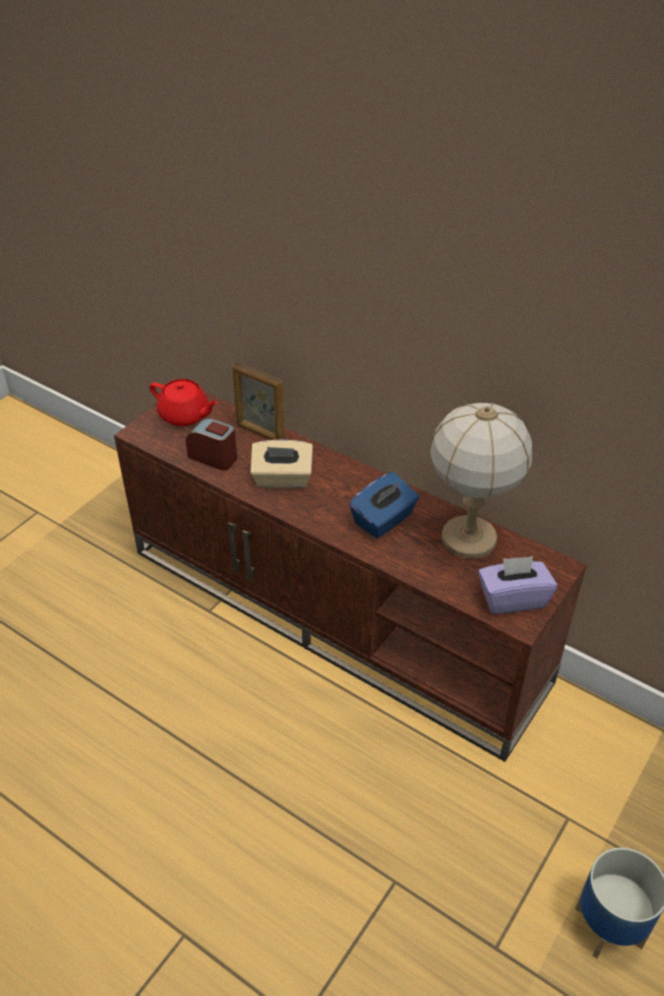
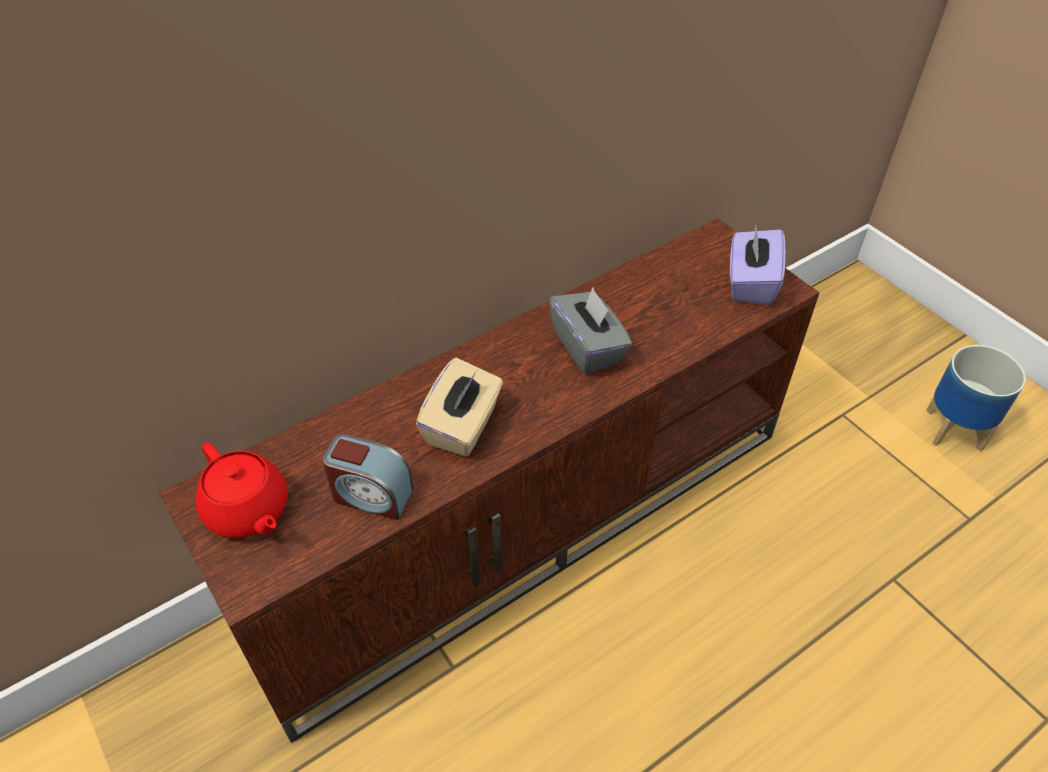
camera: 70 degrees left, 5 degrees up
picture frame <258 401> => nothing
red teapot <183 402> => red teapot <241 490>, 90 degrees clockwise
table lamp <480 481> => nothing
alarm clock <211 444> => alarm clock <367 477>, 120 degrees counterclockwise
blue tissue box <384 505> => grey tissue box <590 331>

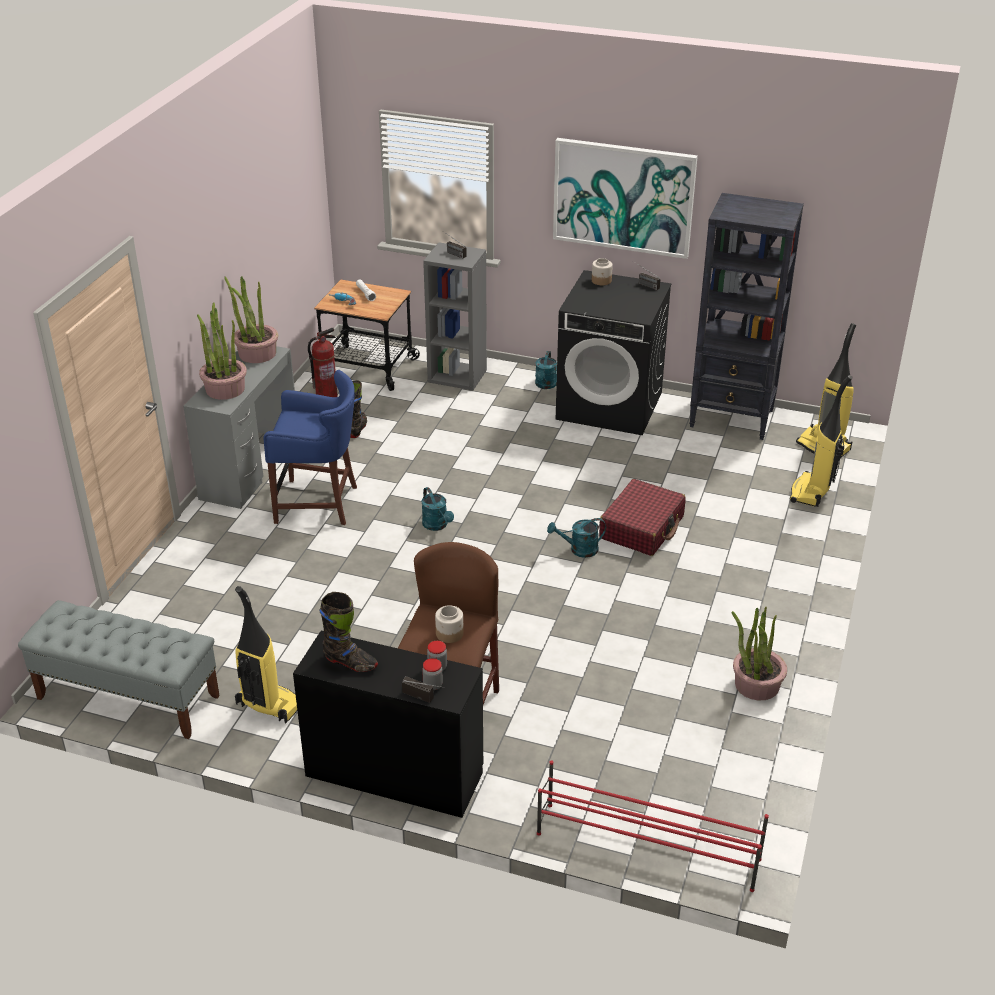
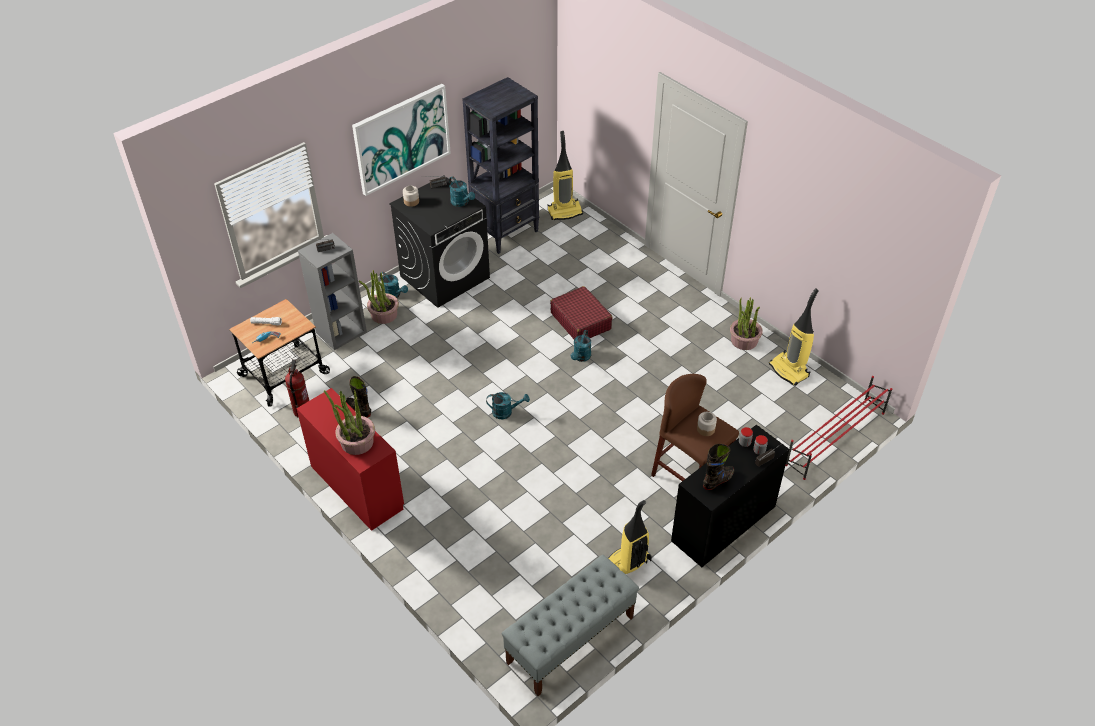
camera: 60 degrees left, 10 degrees up
potted plant <251 319> => potted plant <379 297>, move
grey desk <239 427> => red desk <350 459>
blue stool <310 447> => nothing
vacuum cleaner <821 441> => vacuum cleaner <794 337>, move
nothing => turquoise watering can <462 191>

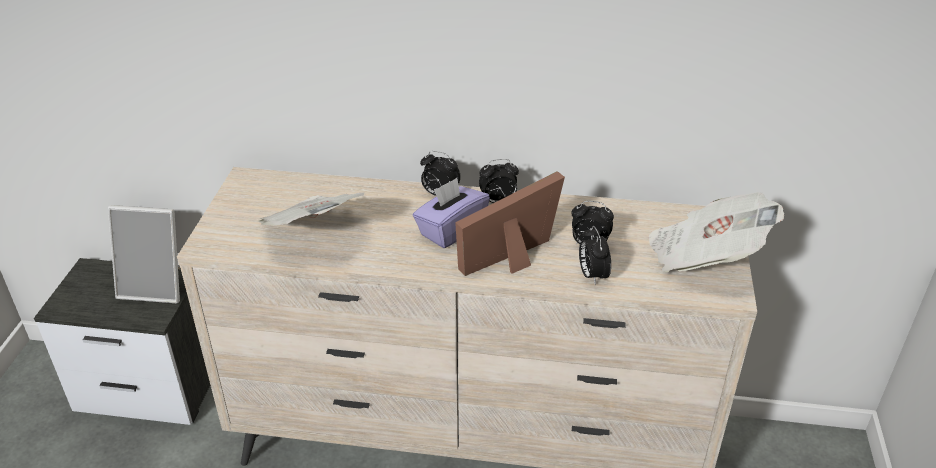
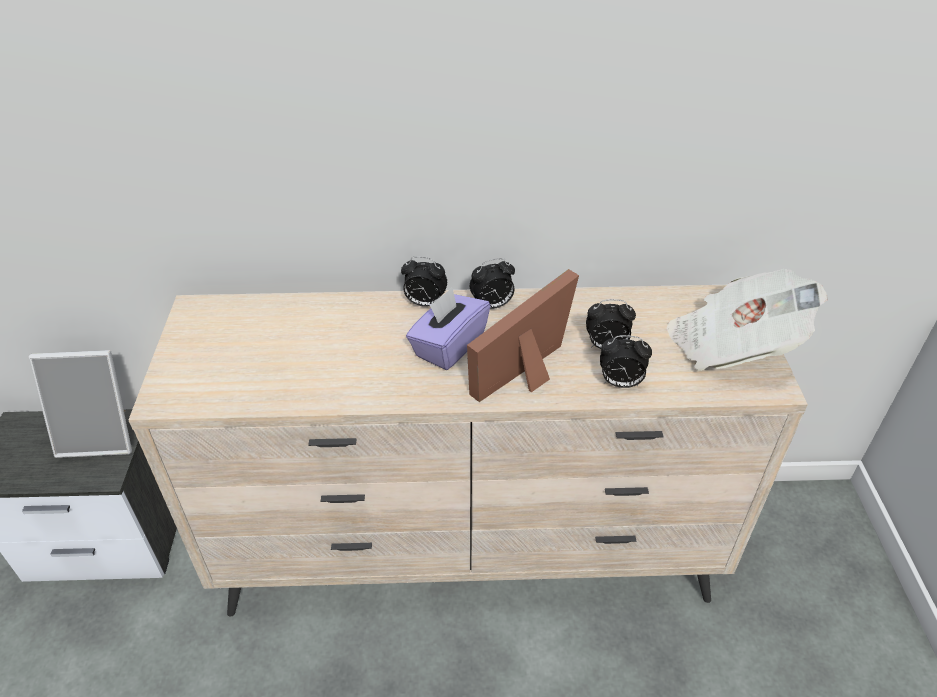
camera: 10 degrees left, 5 degrees up
newspaper <311 209> => nothing
alarm clock <595 256> => alarm clock <626 361>, 60 degrees counterclockwise

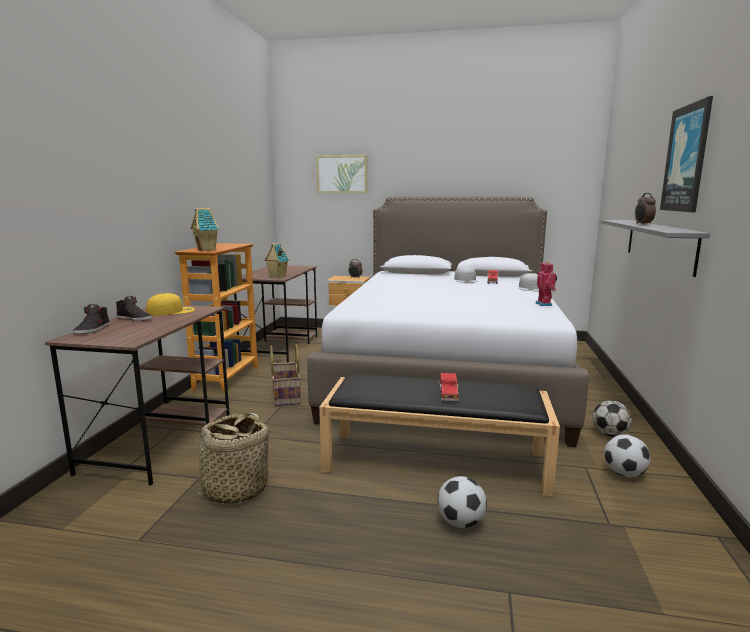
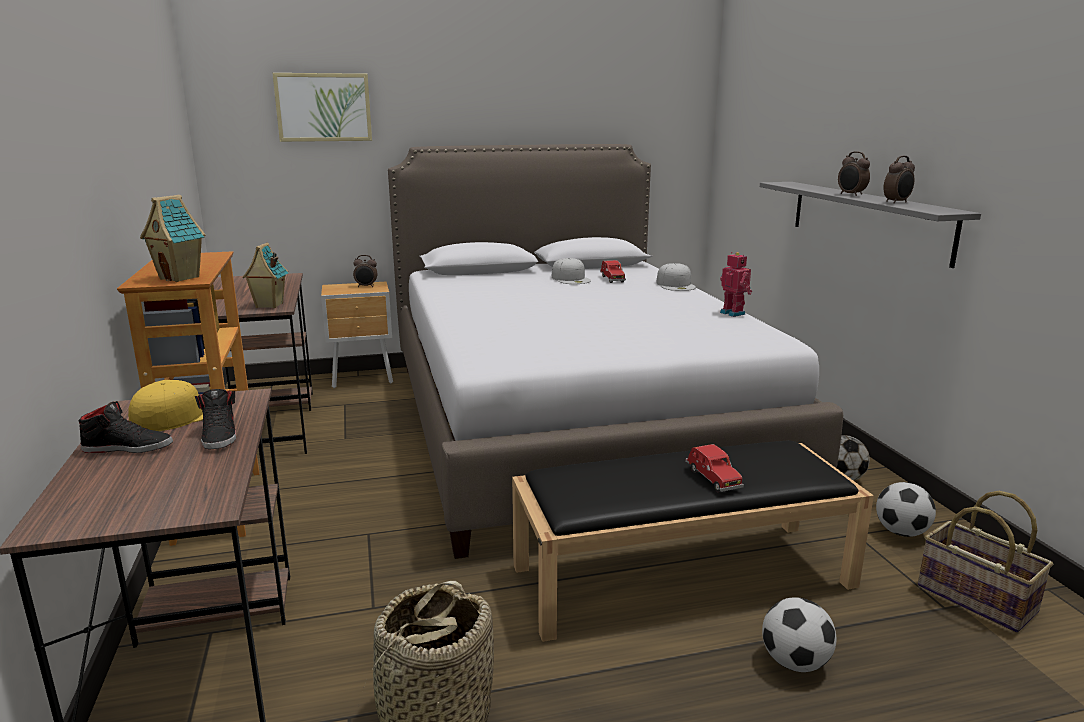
camera: 25 degrees left, 5 degrees up
picture <686 154> => nothing
black shoe <91 319> => black shoe <215 419>, move
basket <285 375> => basket <985 562>, move
nothing => alarm clock <899 180>

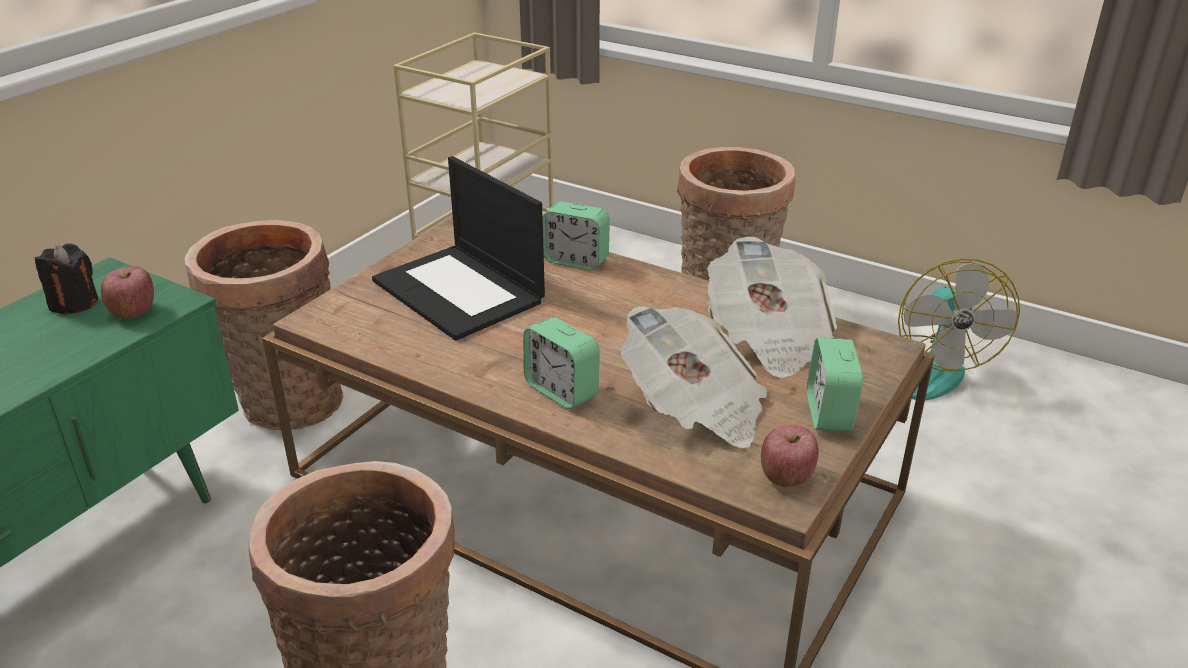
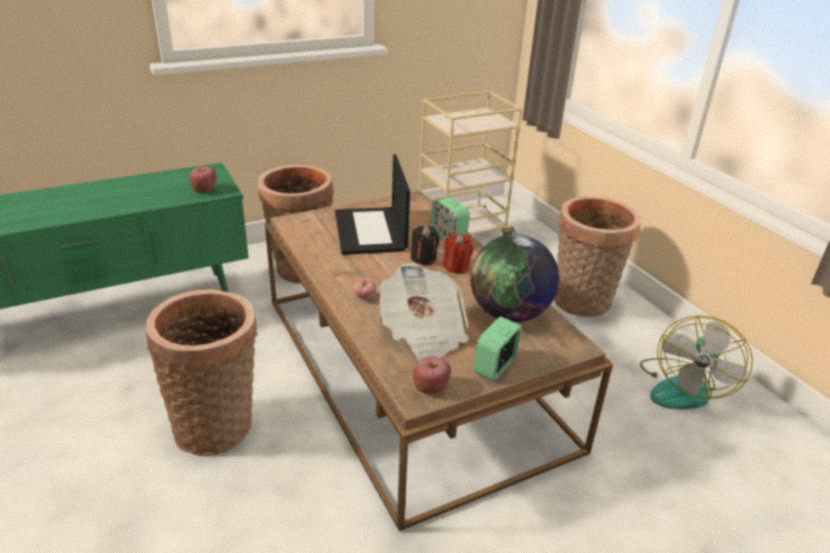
camera: 30 degrees right, 0 degrees up
newspaper <772 307> => globe <514 278>
black candle <66 278> => black candle <425 245>, move
alarm clock <561 363> => apple <365 288>
nothing => red candle <458 253>

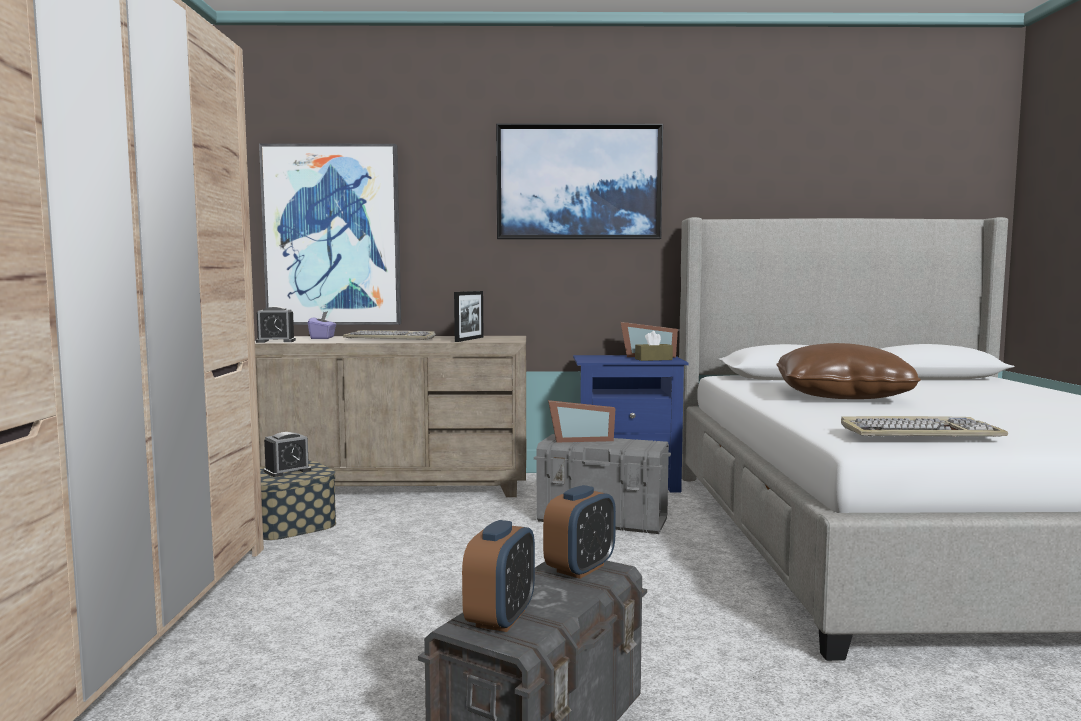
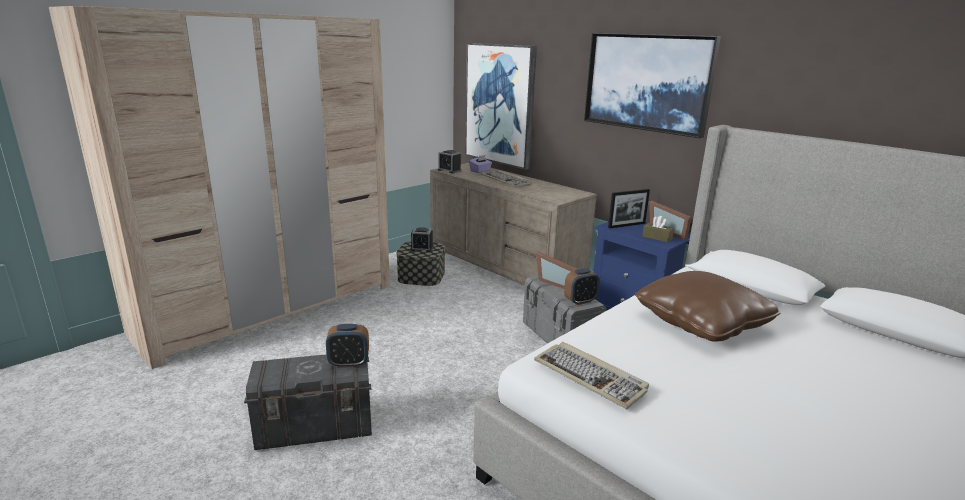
camera: 45 degrees right, 15 degrees up
picture frame <469 316> => picture frame <629 208>, move
alarm clock <498 576> => alarm clock <582 287>, move

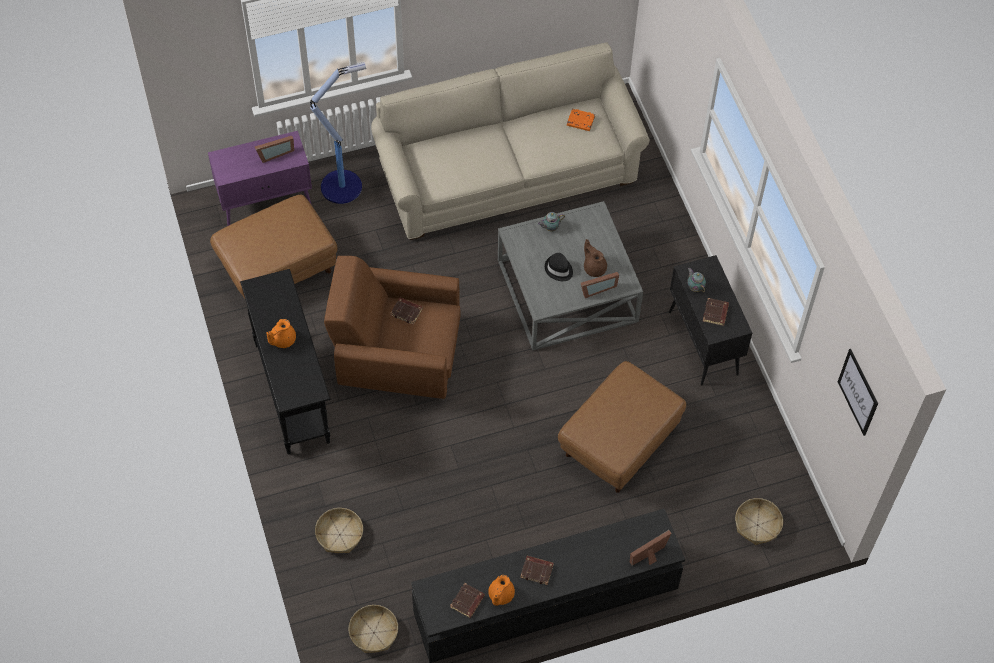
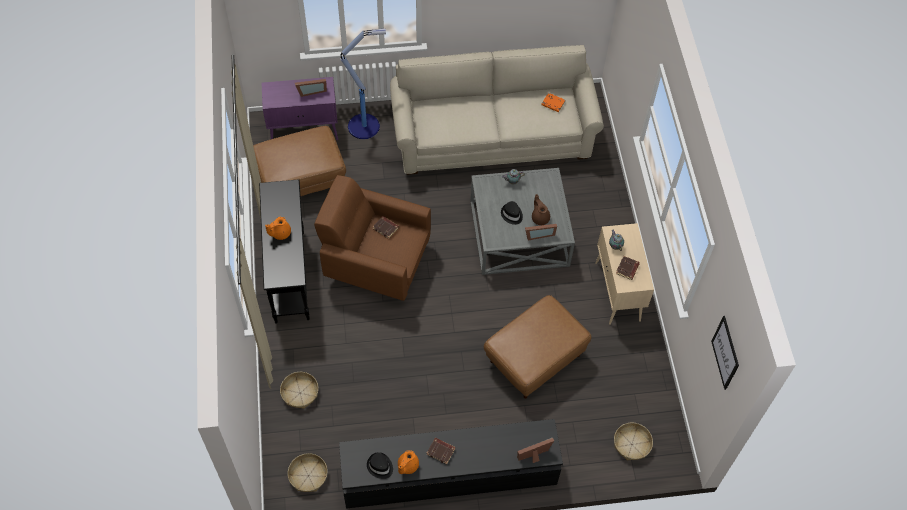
camera: 10 degrees right, 0 degrees up
black cabinet <710 320> => beige cabinet <624 274>
brown book <467 600> => black hat <380 465>

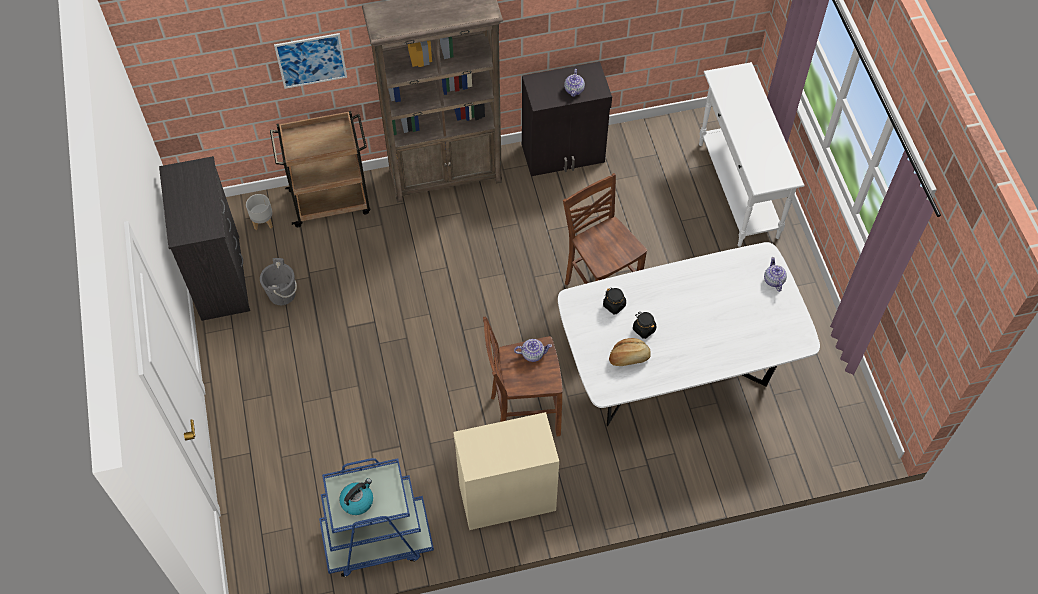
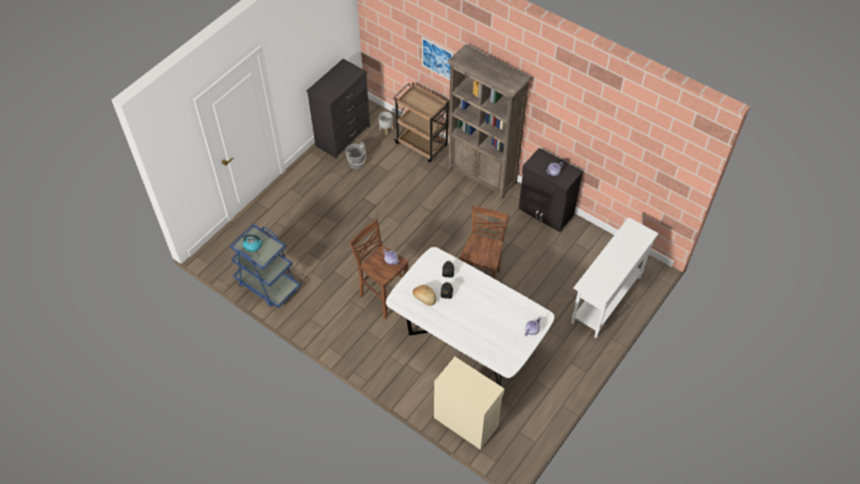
camera: 50 degrees right, 5 degrees down
beige cabinet <506 471> => beige cabinet <469 403>, move

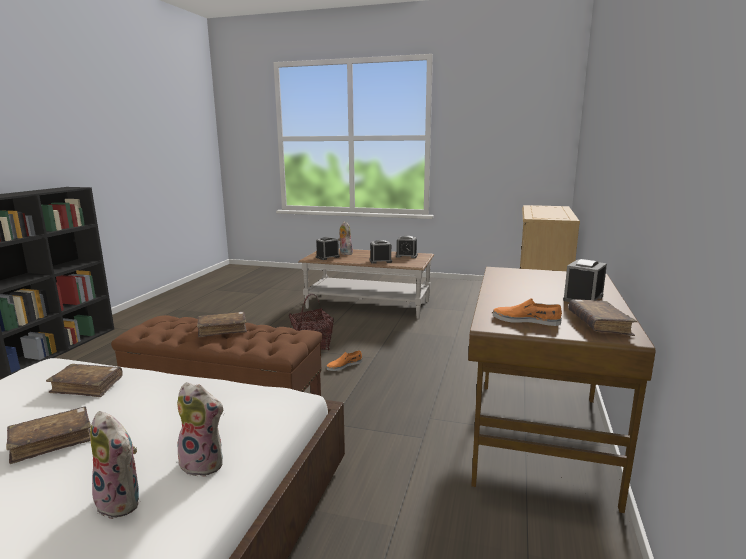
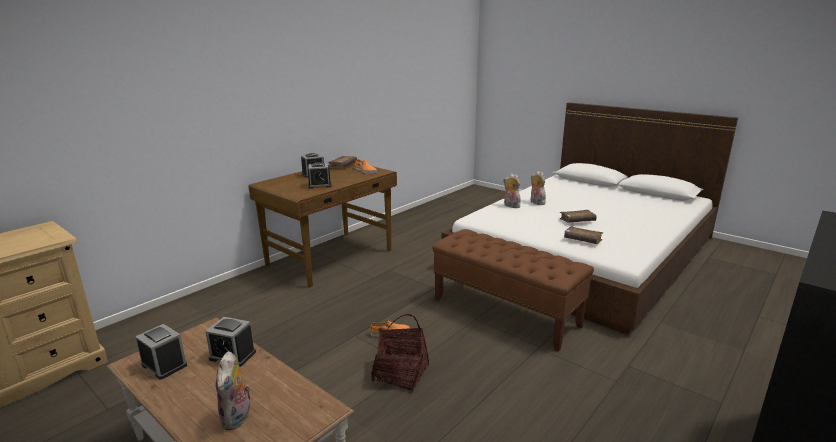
camera: 155 degrees left, 5 degrees up
alarm clock <328 248> => alarm clock <320 175>, move
brown book <222 324> => nothing

